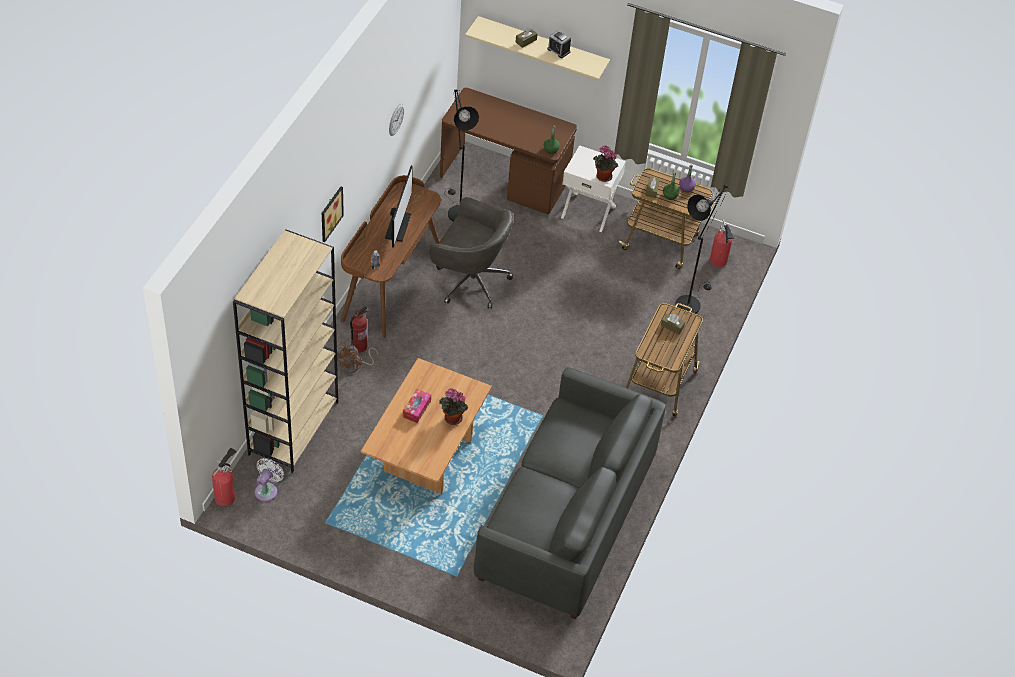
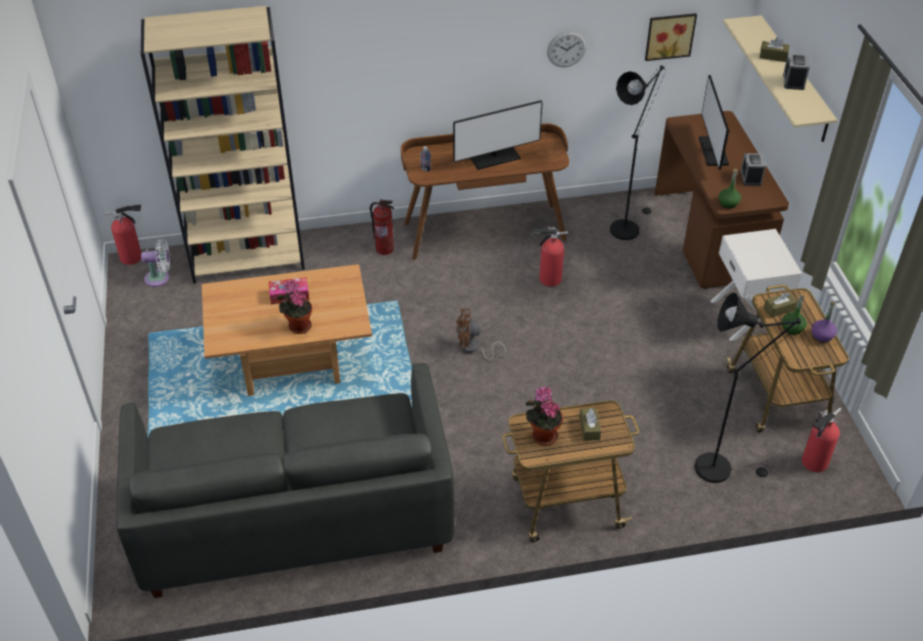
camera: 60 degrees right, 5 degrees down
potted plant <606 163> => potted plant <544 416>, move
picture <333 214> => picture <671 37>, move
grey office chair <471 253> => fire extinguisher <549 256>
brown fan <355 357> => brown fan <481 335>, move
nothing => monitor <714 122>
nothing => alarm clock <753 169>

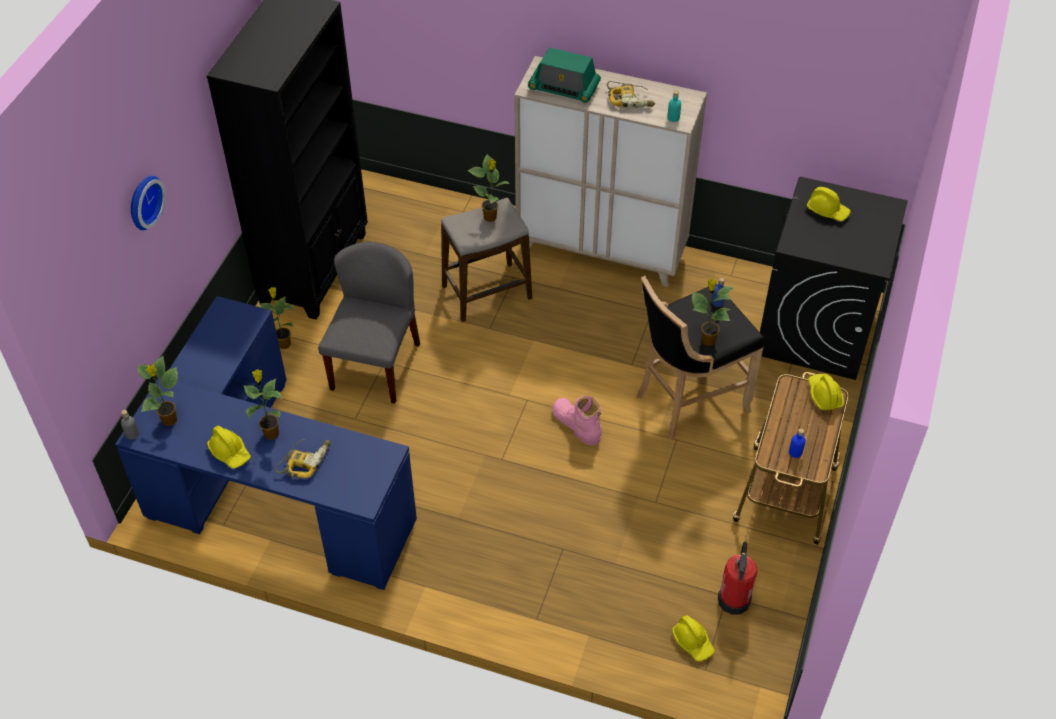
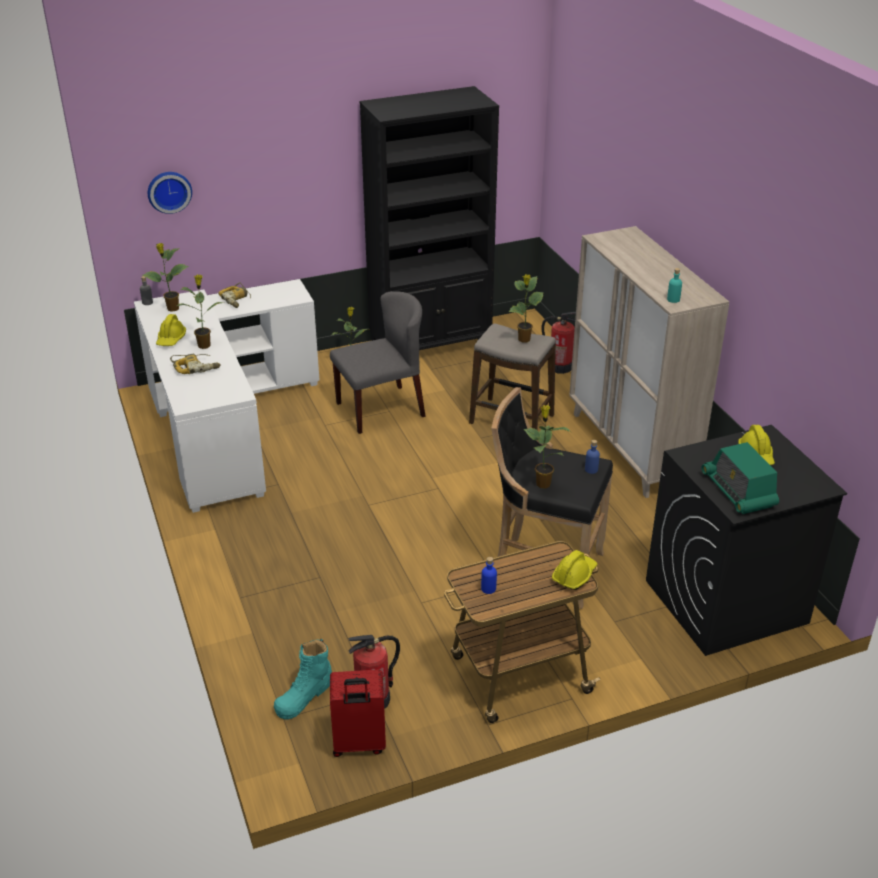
camera: 50 degrees right, 15 degrees down
radio <564 75> => radio <740 478>, move
power drill <631 94> => power drill <234 295>, move
wall clock <148 203> => wall clock <170 193>, move
blue desk <266 443> => white desk <227 396>
pink boot <577 420> => nothing
yellow hard hat <693 638> => turquoise boot <303 679>
nothing => fire extinguisher <559 343>
nothing => red suitcase <358 713>

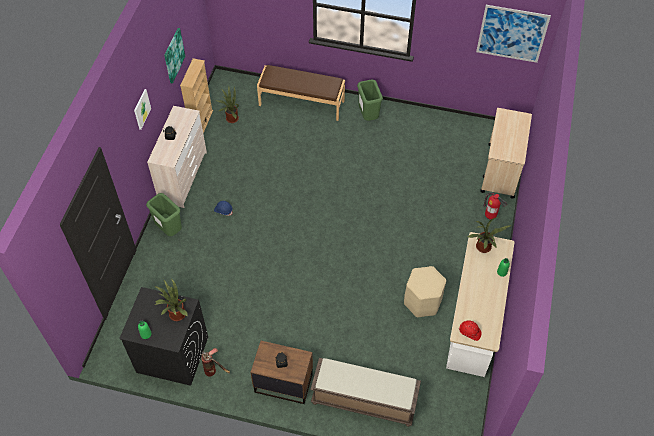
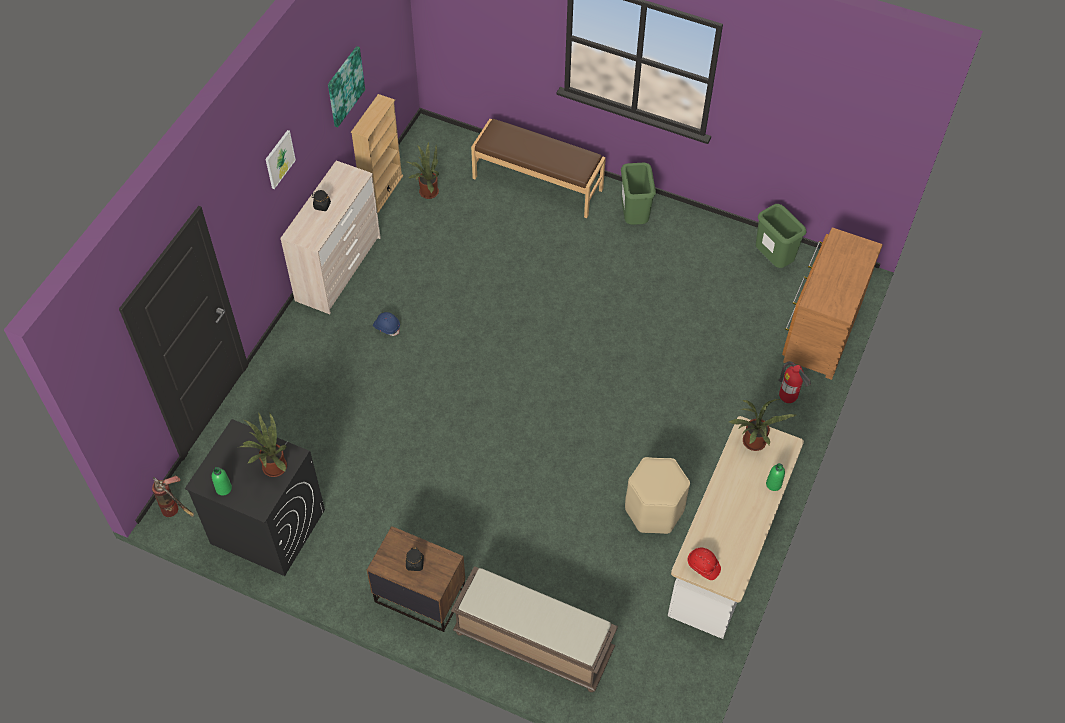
camera: 10 degrees right, 0 degrees up
picture <513 34> => nothing
beige cart <506 153> => brown dresser <832 303>
green trash can <164 214> => green trash can <781 236>, move
fire extinguisher <215 362> => fire extinguisher <173 496>, move

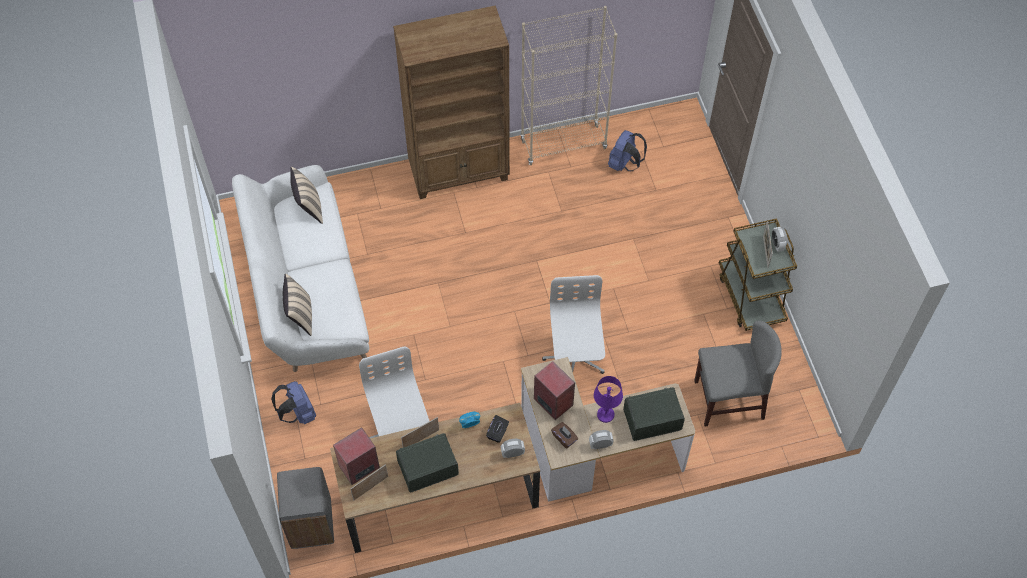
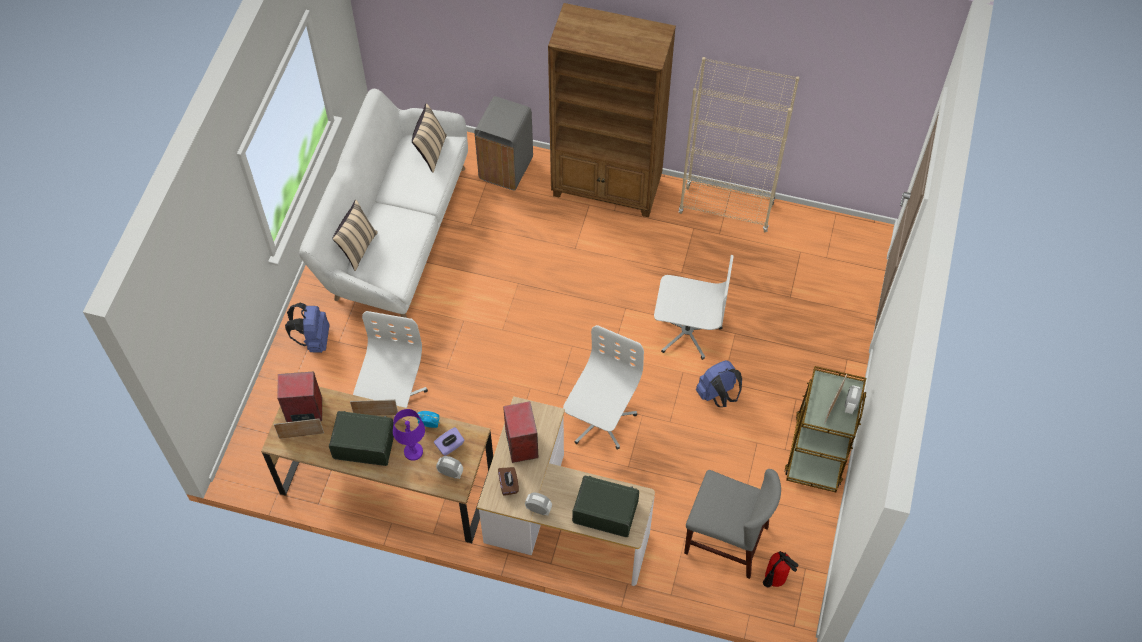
camera: 30 degrees right, 0 degrees up
blue backpack <627 150> => blue backpack <719 383>, move
purple table lamp <608 399> => purple table lamp <409 435>, move
black tissue box <497 429> => purple tissue box <449 441>
grey trash can <305 508> => grey trash can <504 143>, move
nothing => white office chair <694 307>
nothing => fire extinguisher <780 569>

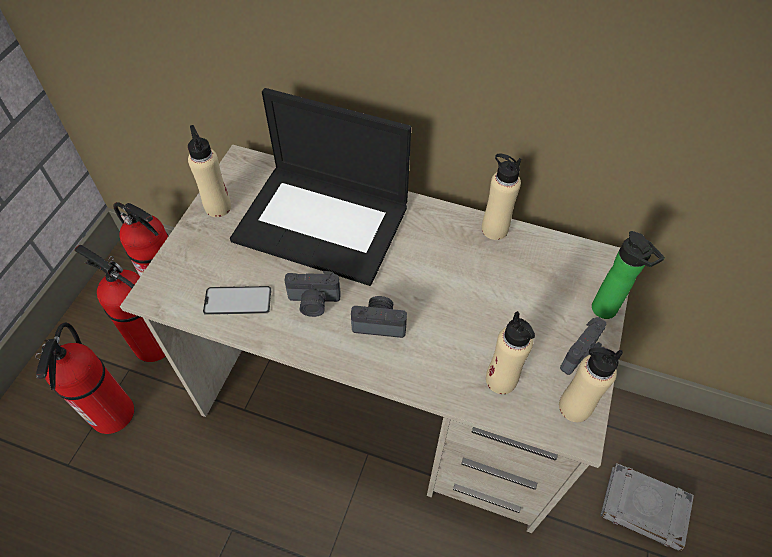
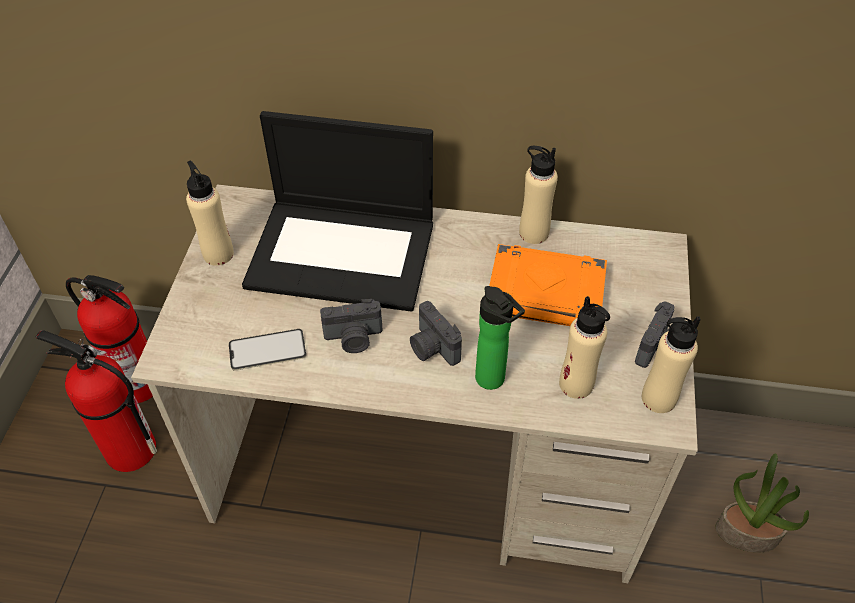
camera: 10 degrees left, 5 degrees down
bottle <628 275> => bottle <500 338>, move
photo camera <379 317> => photo camera <436 333>, 120 degrees counterclockwise
fire extinguisher <85 378> => nothing
grey book <647 507> => potted plant <762 503>
nothing => orange book <548 285>

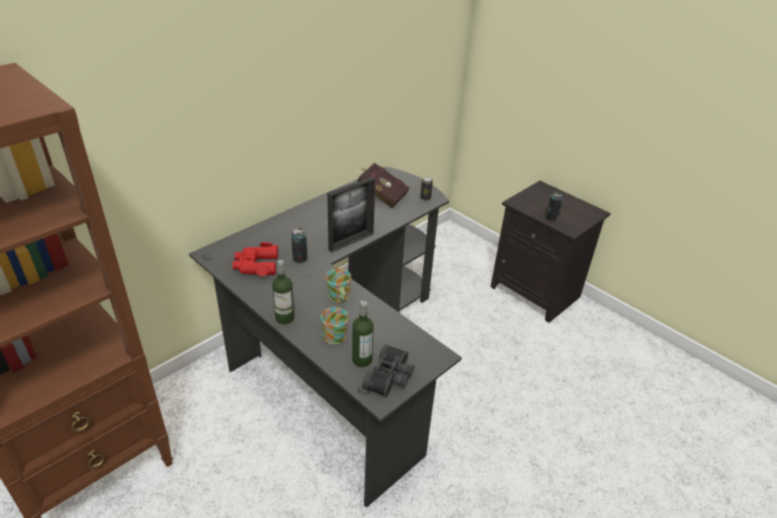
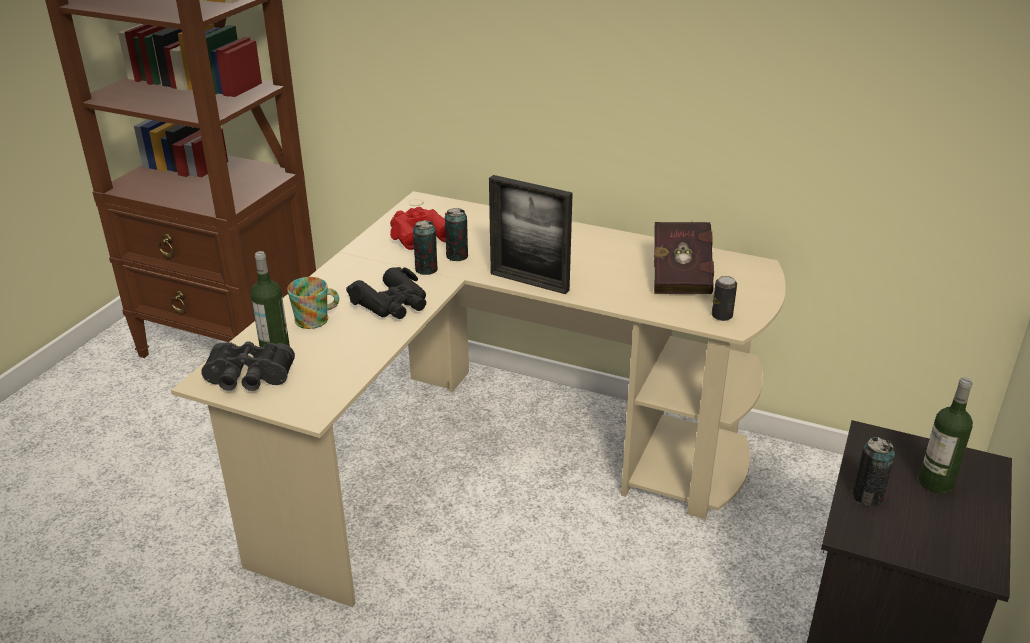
camera: 70 degrees right, 5 degrees down
black desk <325 337> => beige desk <478 399>
bottle <283 292> => bottle <946 435>, move
mug <338 285> => black binoculars <386 293>
nothing => can <425 247>

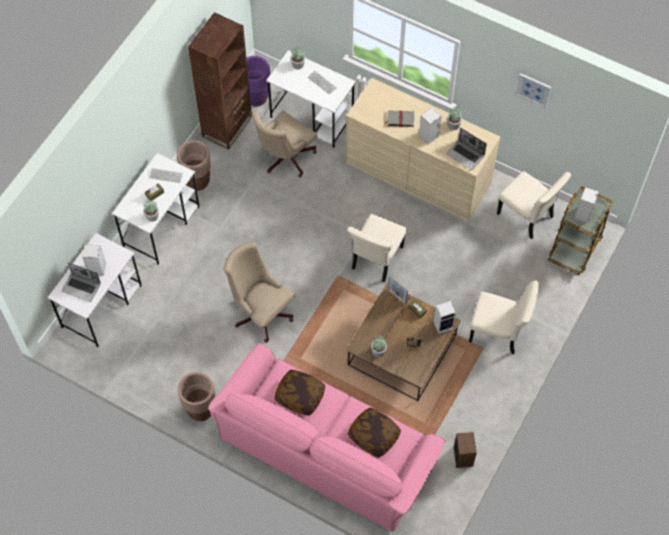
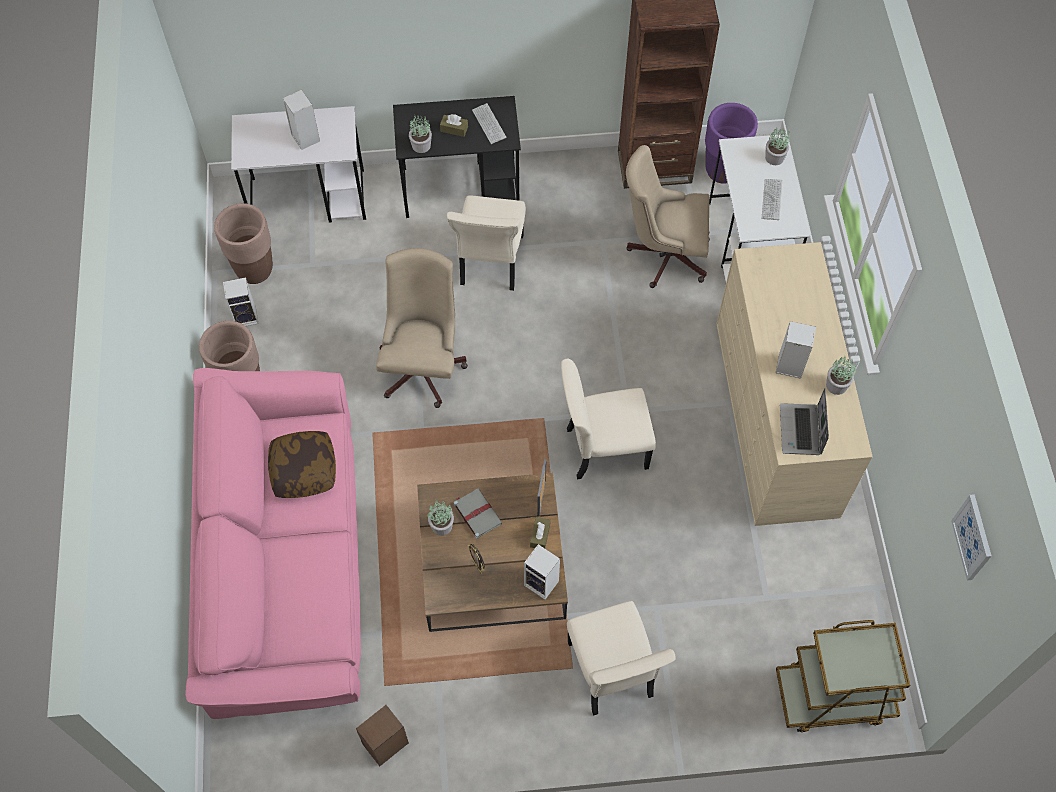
camera: 55 degrees right, 0 degrees up
picture <533 90> => picture <971 537>, move
grey book <399 118> => grey book <478 513>, move
brown planter <194 165> => brown planter <243 243>, move
white desk <156 209> => black desk <457 157>
beige chair <534 205> => beige chair <486 243>, move
speaker <587 205> => speaker <241 301>, move
laptop <81 282> => nothing
pillow <374 433> => nothing

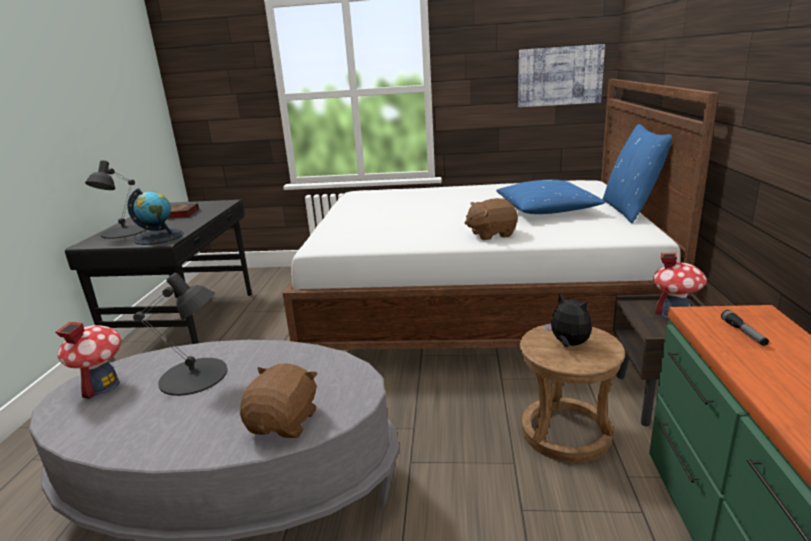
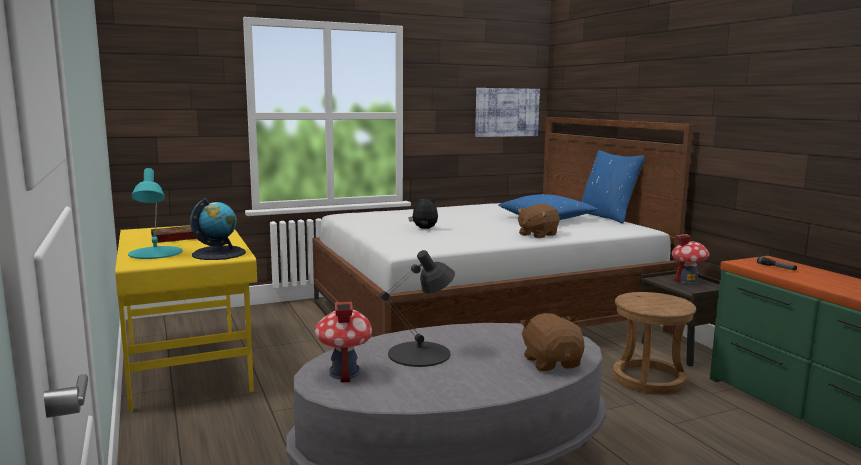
camera: 30 degrees left, 10 degrees down
black table lamp <115 199> => turquoise table lamp <155 213>
black desk <158 272> => yellow desk <186 318>
plush toy <568 320> => plush toy <423 212>, move

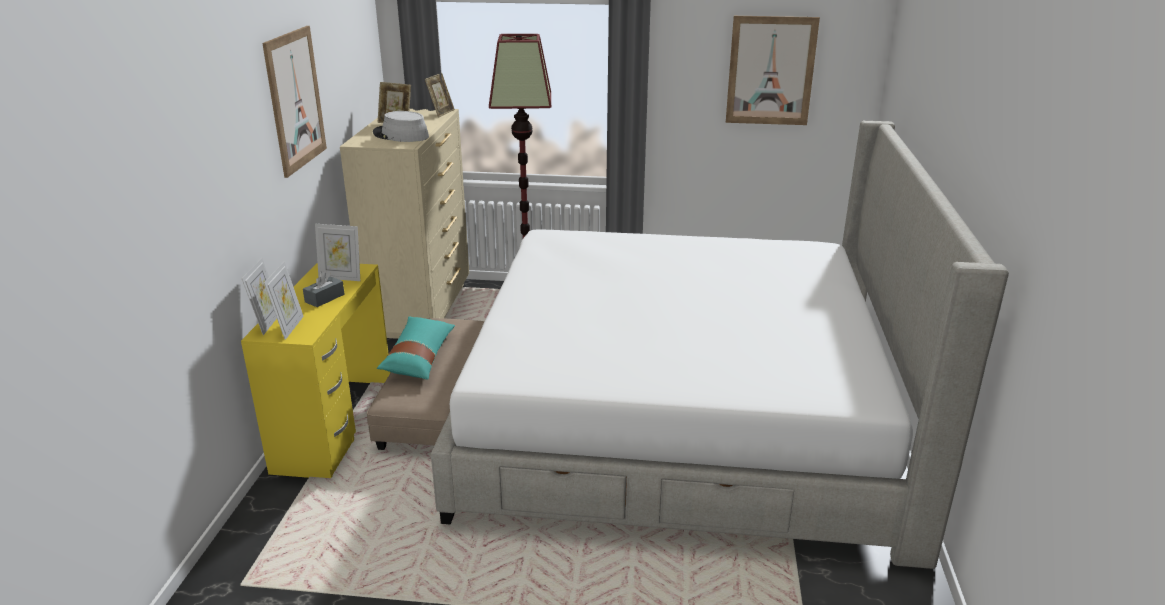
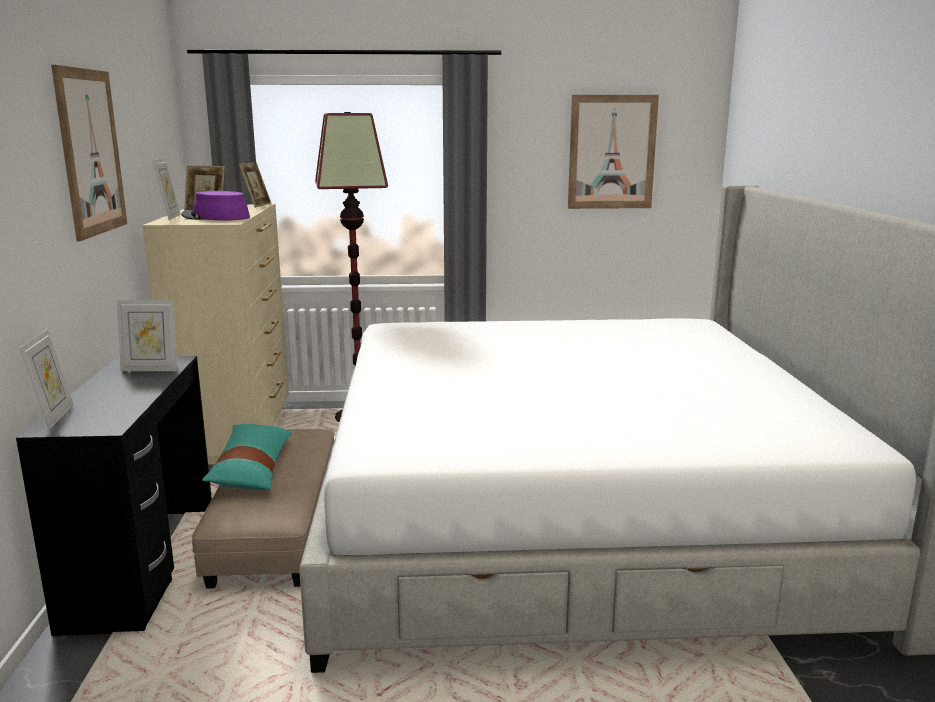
camera: 10 degrees left, 10 degrees down
grey hat <401 126> => purple hat <215 205>
picture frame <284 300> => picture frame <166 189>, move
yellow desk <316 370> => black desk <114 496>
grey tissue box <324 289> => nothing

